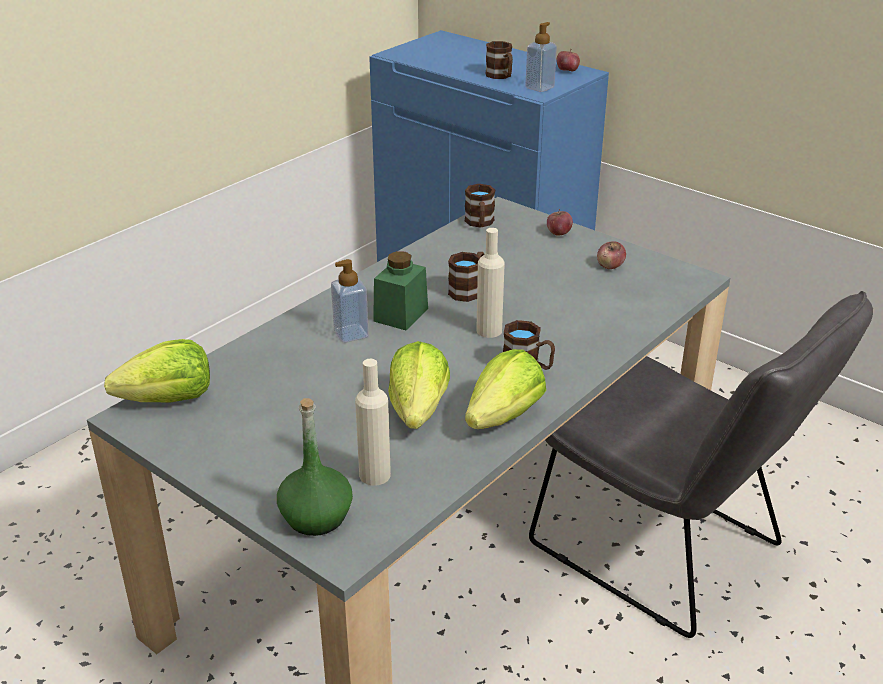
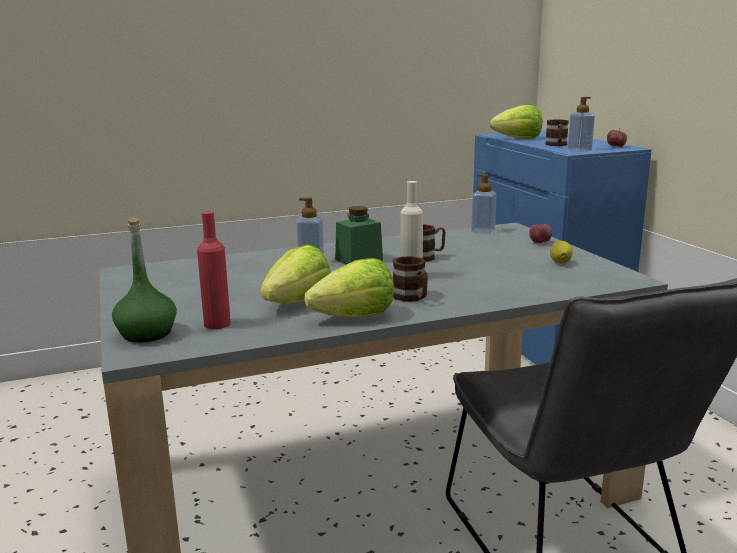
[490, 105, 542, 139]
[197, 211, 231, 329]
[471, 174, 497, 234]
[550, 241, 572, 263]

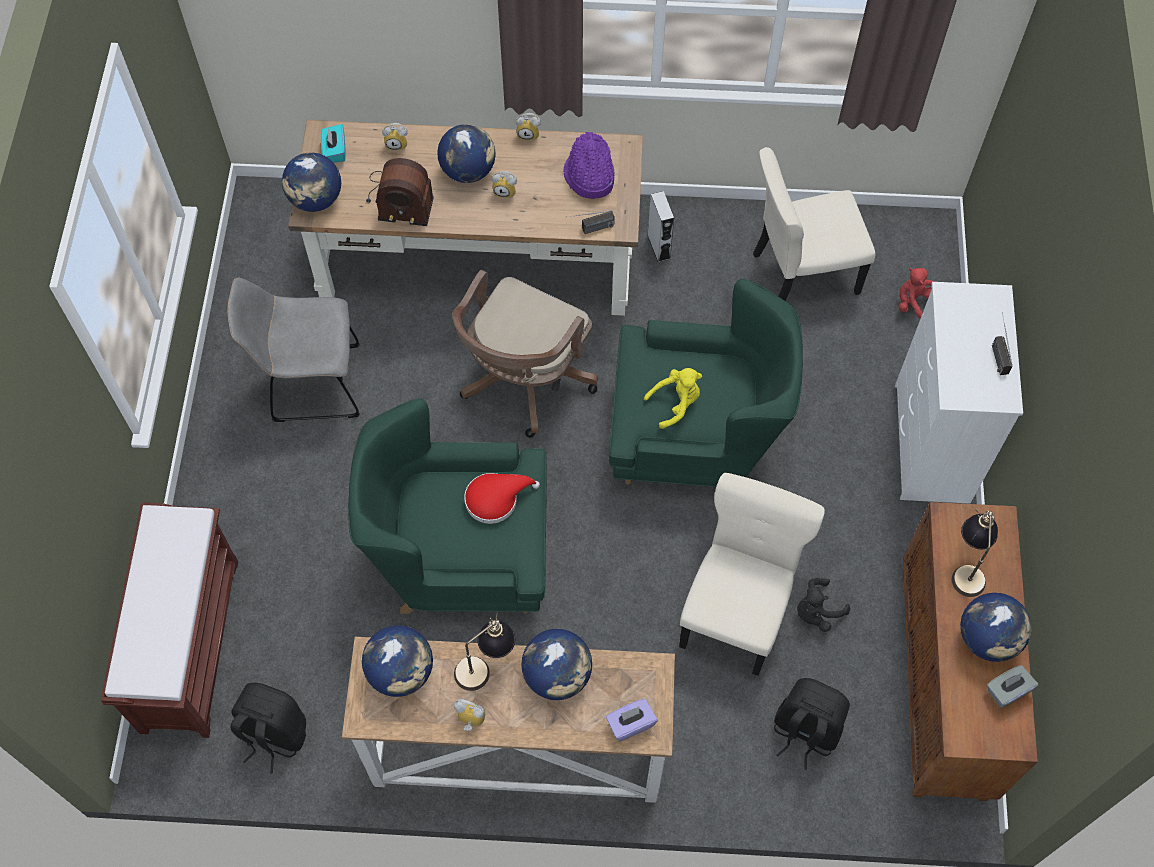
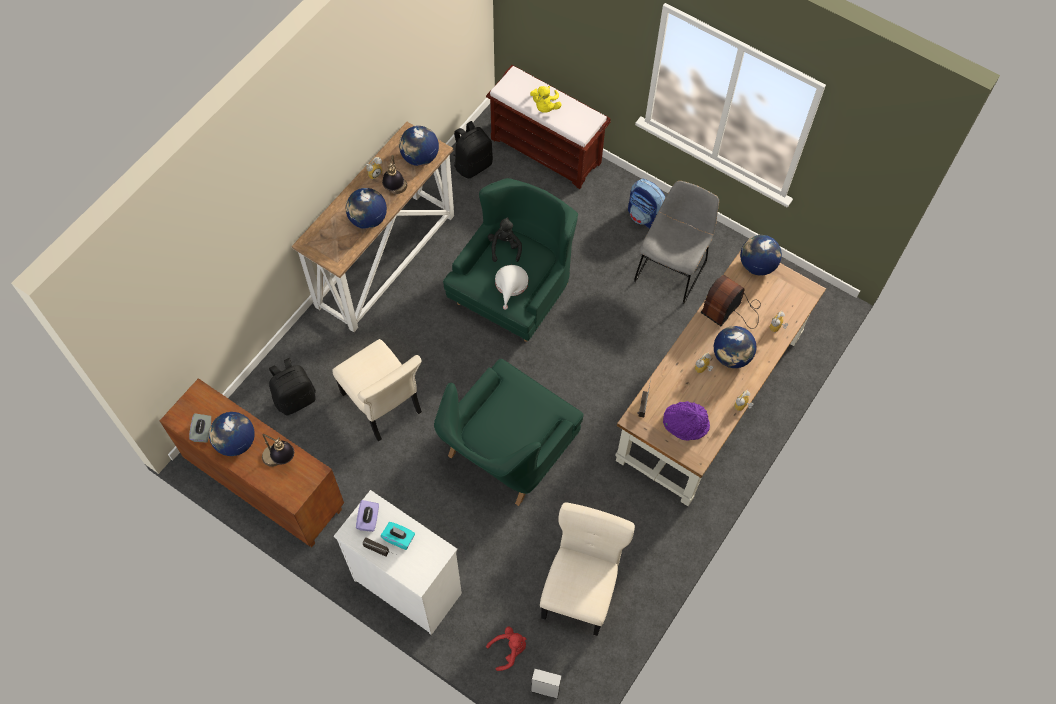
[381, 522, 415, 550]
[452, 270, 598, 438] (first image)
[495, 265, 528, 310]
[356, 500, 379, 532]
[530, 86, 561, 112]
[530, 669, 562, 699]
[488, 217, 522, 262]
[628, 179, 666, 229]

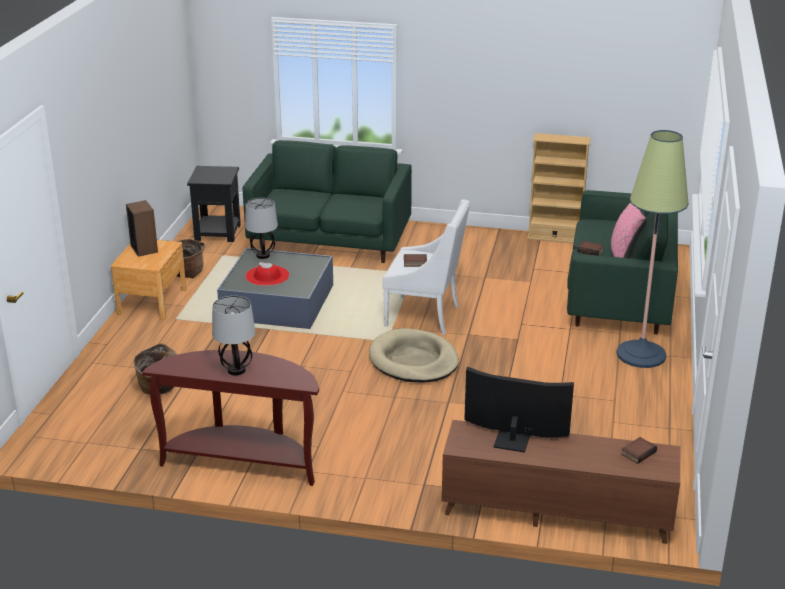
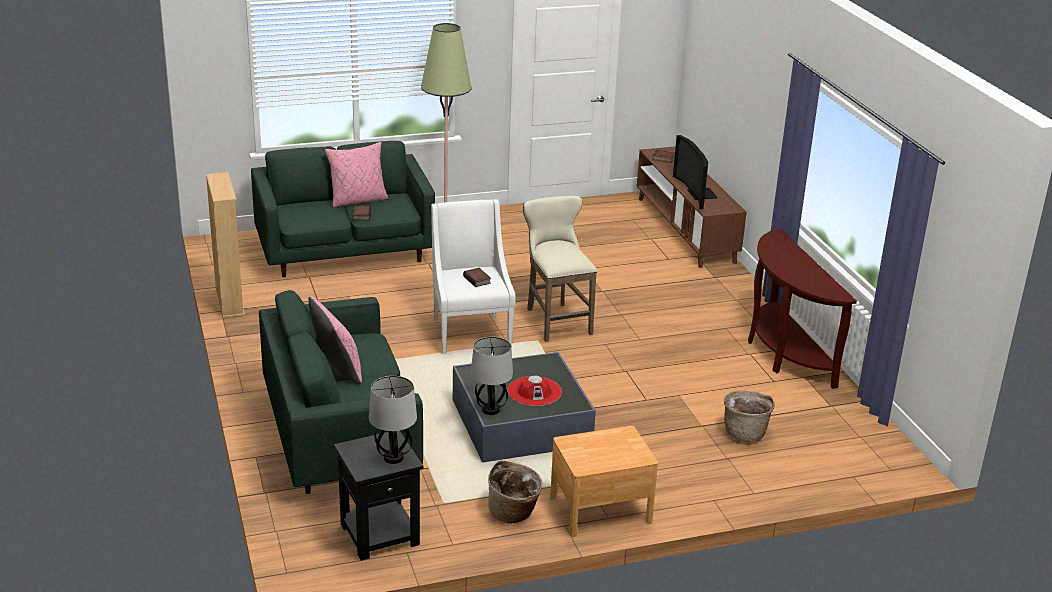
[126, 200, 158, 257] (first image)
[369, 376, 417, 464]
[523, 196, 597, 342]
[308, 296, 362, 384]

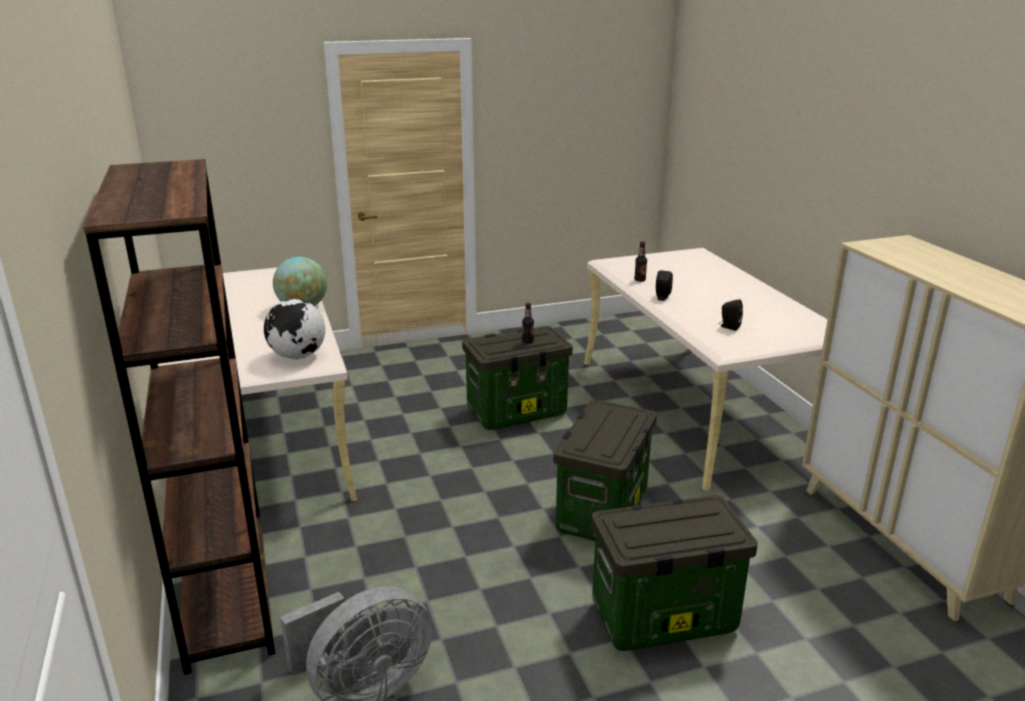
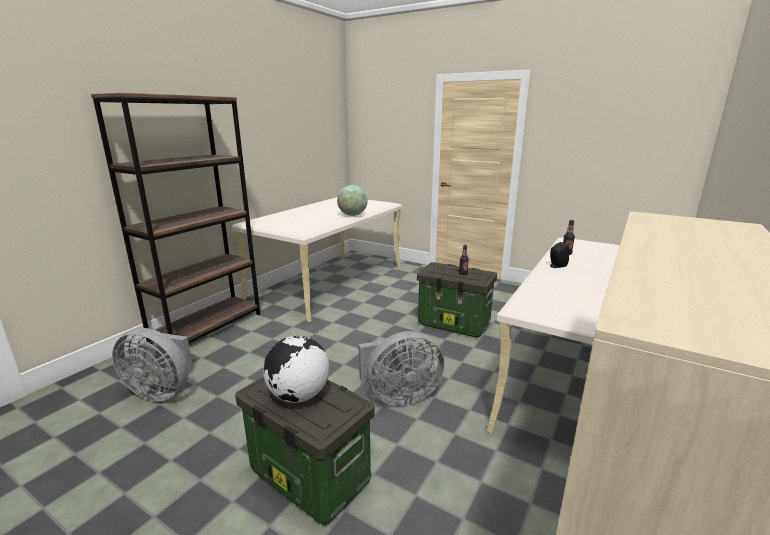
[263, 336, 329, 403]
[359, 331, 444, 406]
[719, 299, 743, 331] (first image)

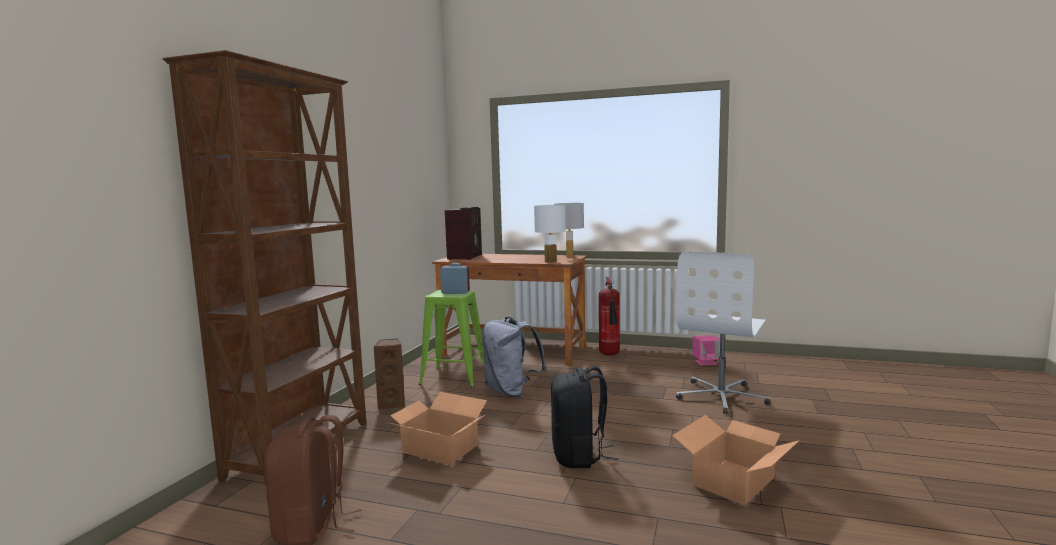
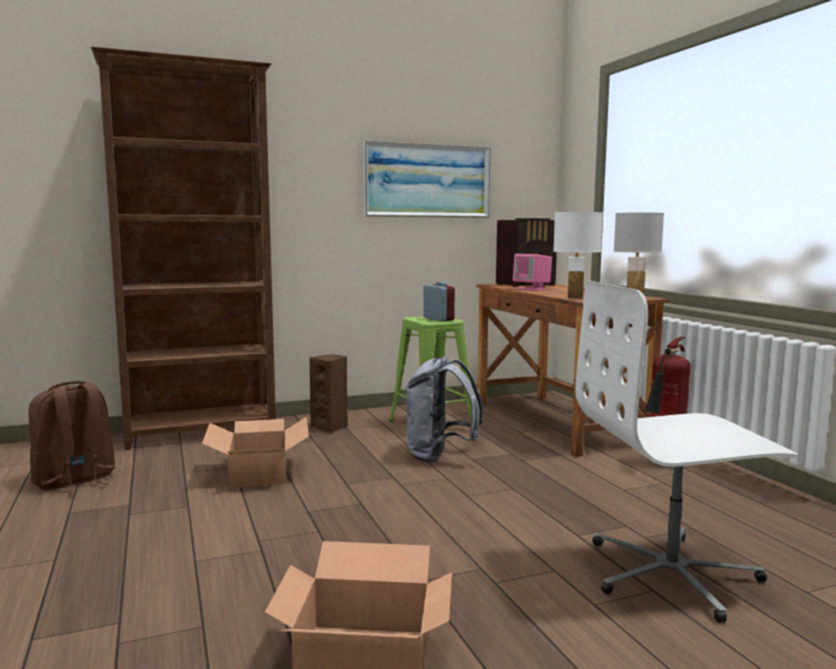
[551, 366, 618, 468] (first image)
[513, 254, 552, 291]
[363, 140, 491, 218]

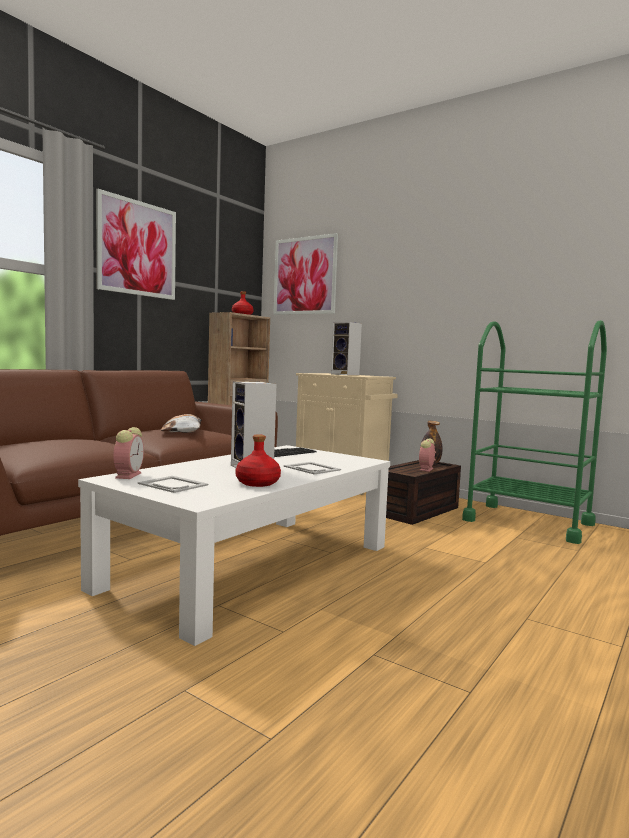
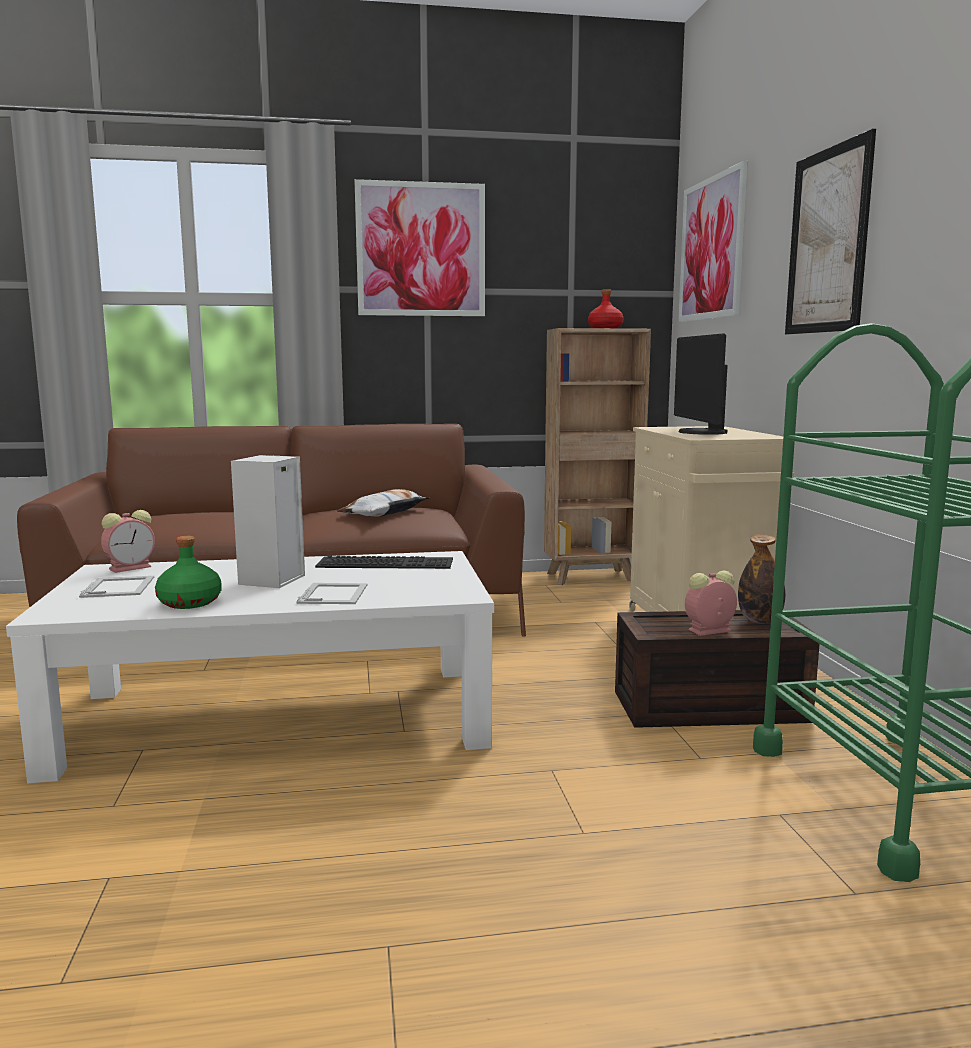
[155, 536, 221, 609]
[674, 333, 728, 435]
[785, 129, 876, 334]

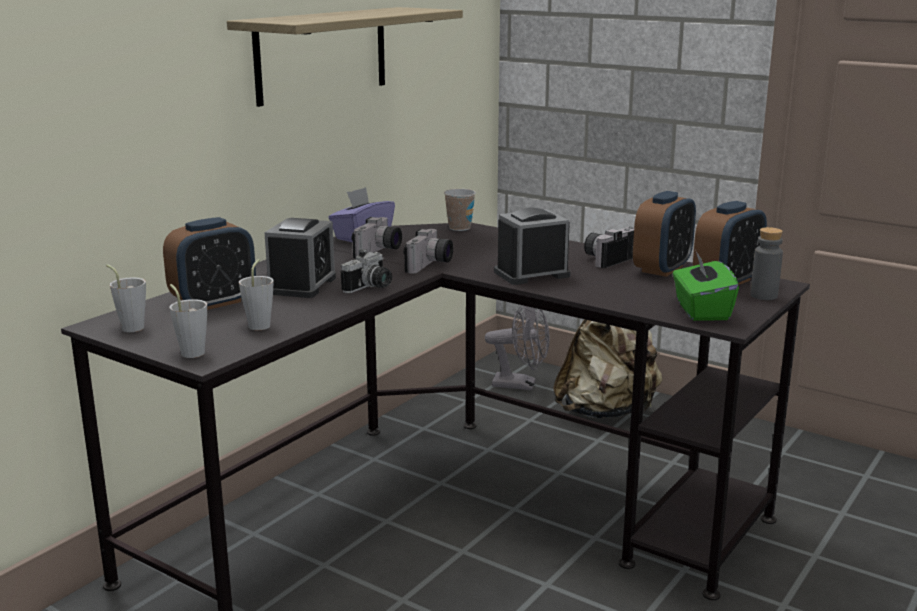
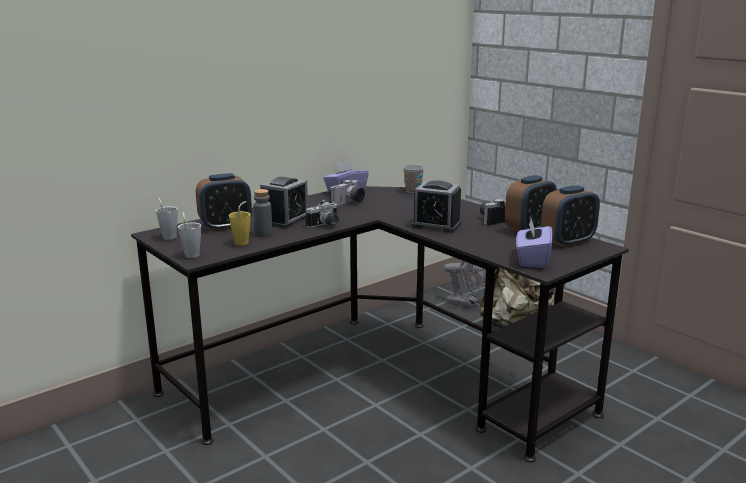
[227, 7, 463, 107] (first image)
[229, 201, 251, 246]
[403, 229, 453, 274] (first image)
[411, 181, 462, 233]
[516, 218, 553, 268]
[253, 189, 272, 237]

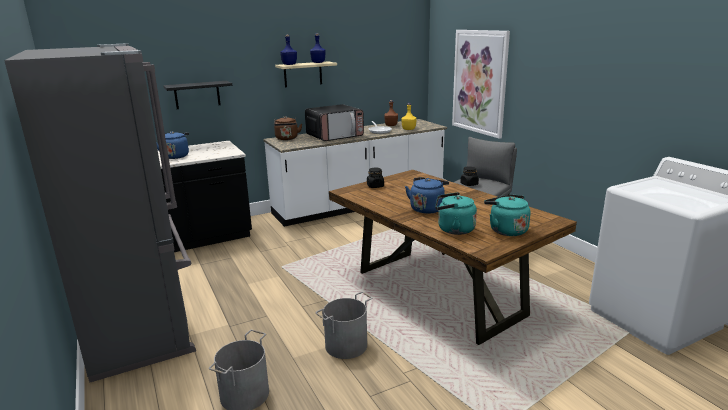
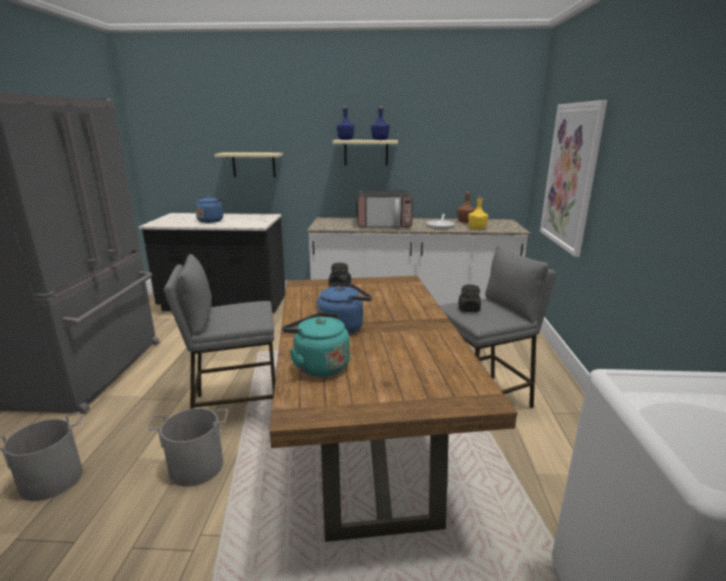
[215, 152, 283, 177]
[274, 116, 302, 140] (first image)
[484, 194, 531, 236] (first image)
[164, 254, 275, 409]

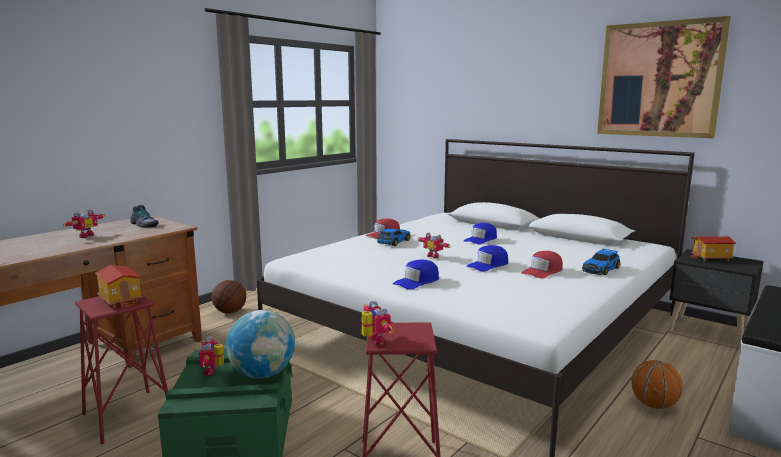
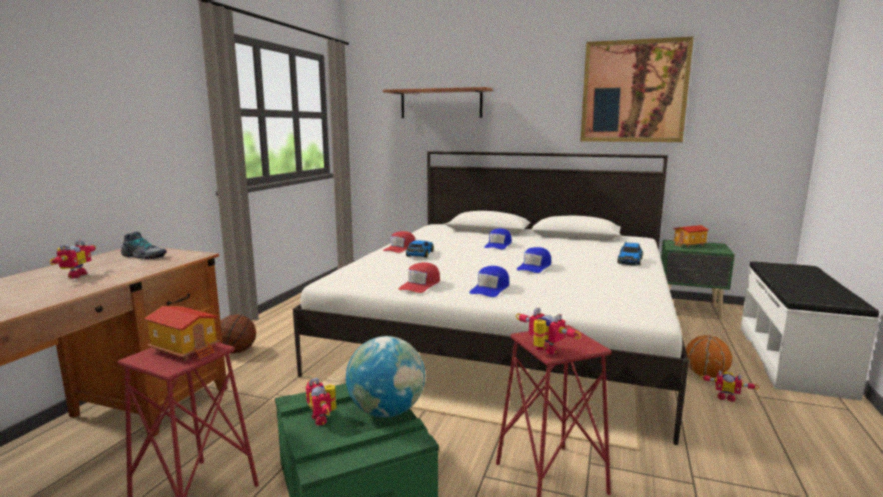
[699, 370, 759, 402]
[399, 262, 440, 293]
[661, 240, 735, 318]
[383, 87, 493, 118]

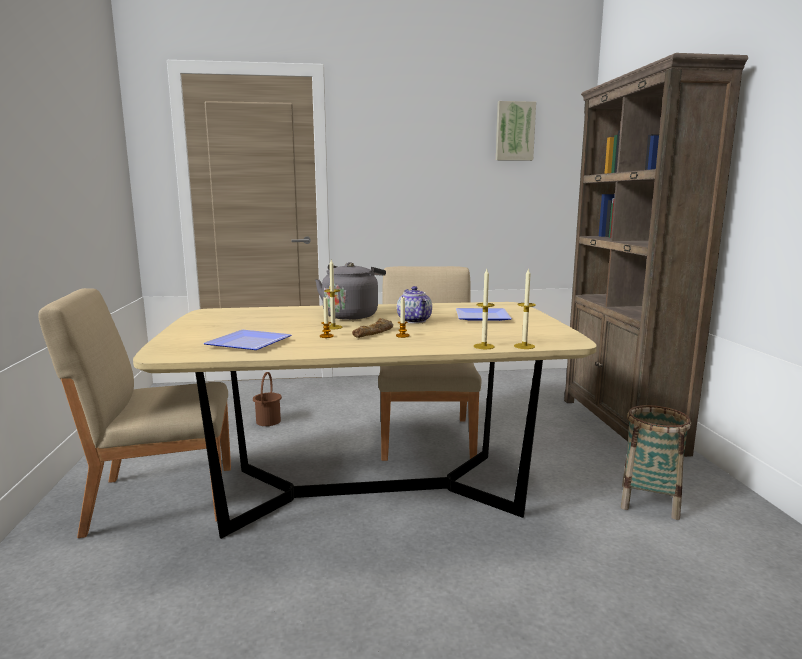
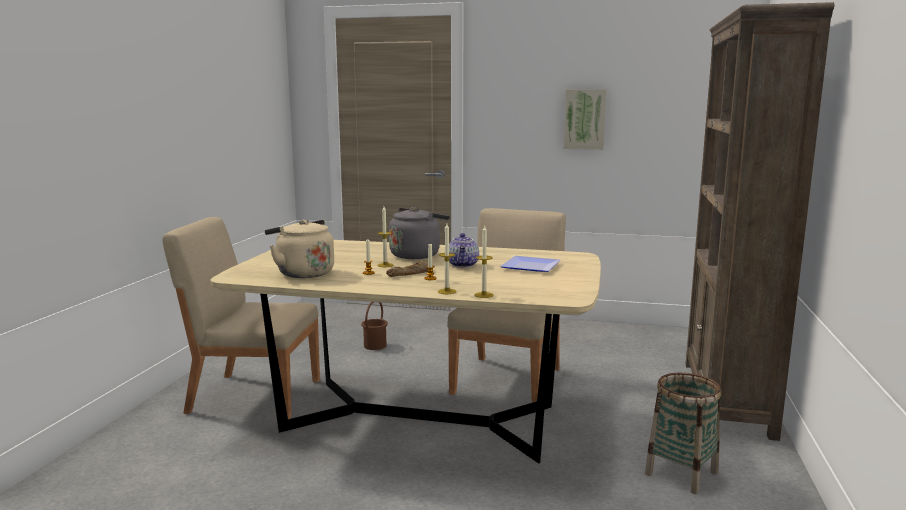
[265, 220, 334, 278]
[564, 89, 607, 150]
[438, 224, 456, 294]

